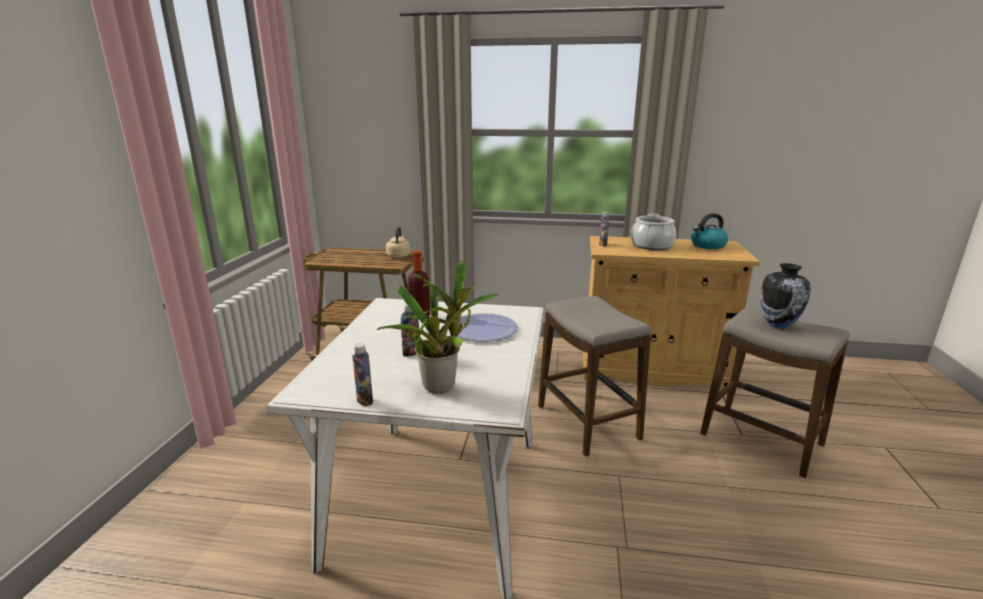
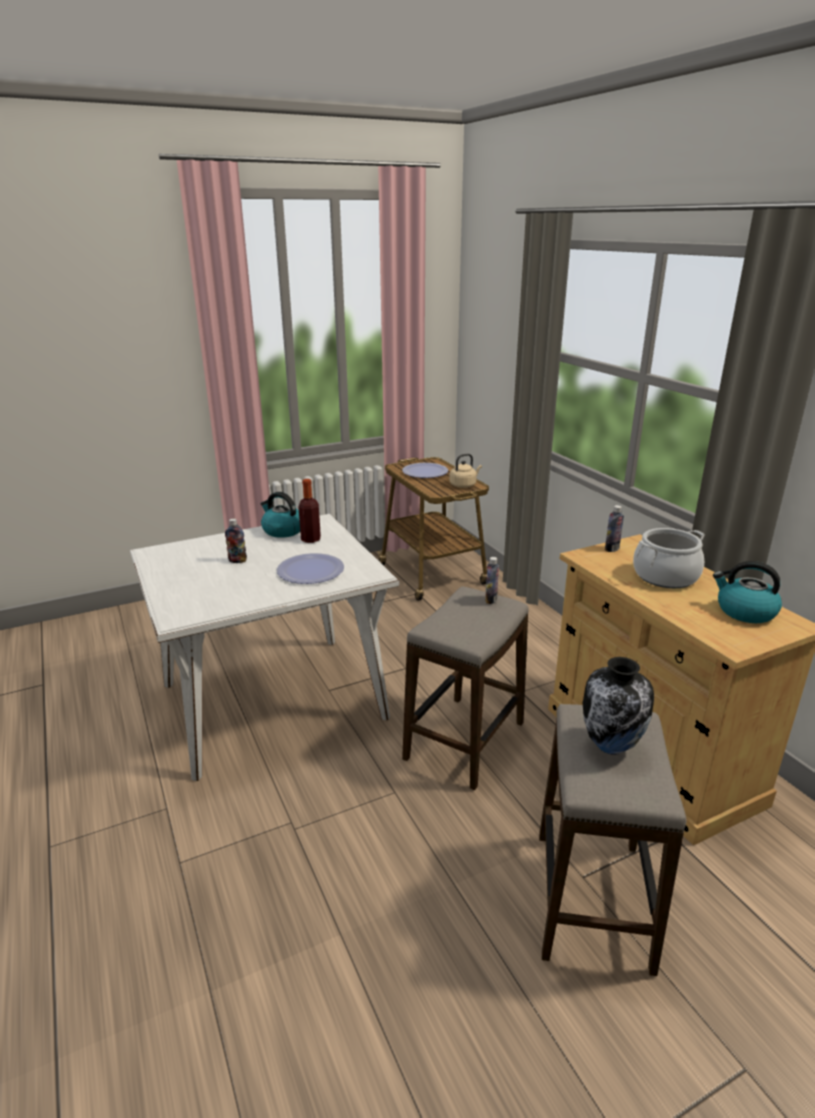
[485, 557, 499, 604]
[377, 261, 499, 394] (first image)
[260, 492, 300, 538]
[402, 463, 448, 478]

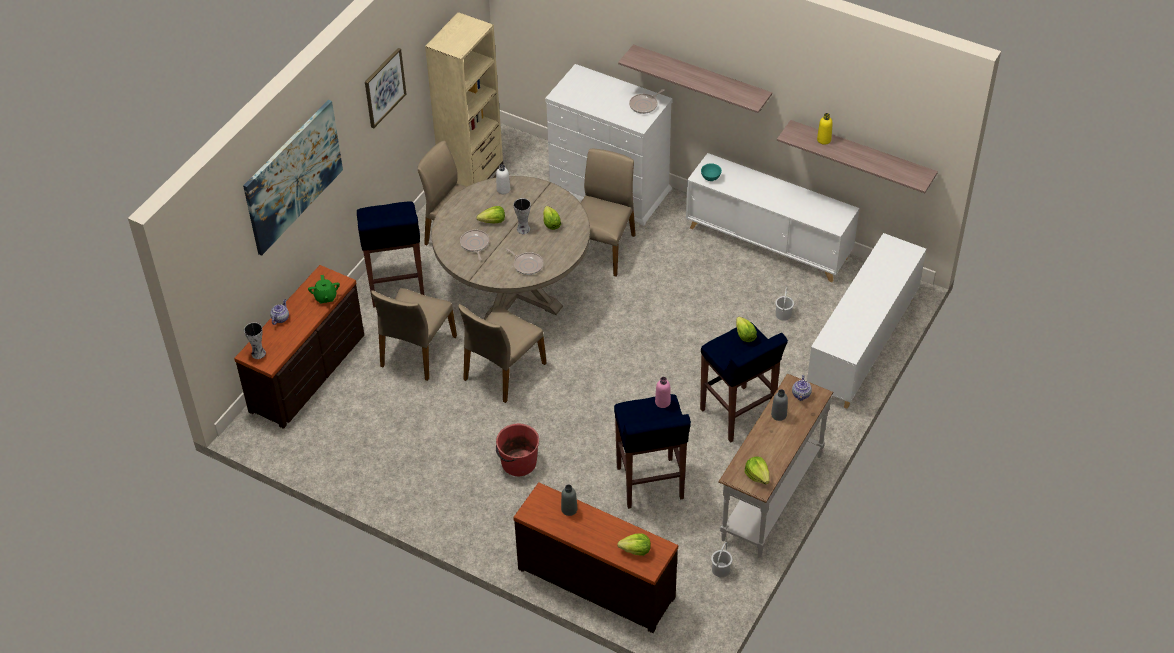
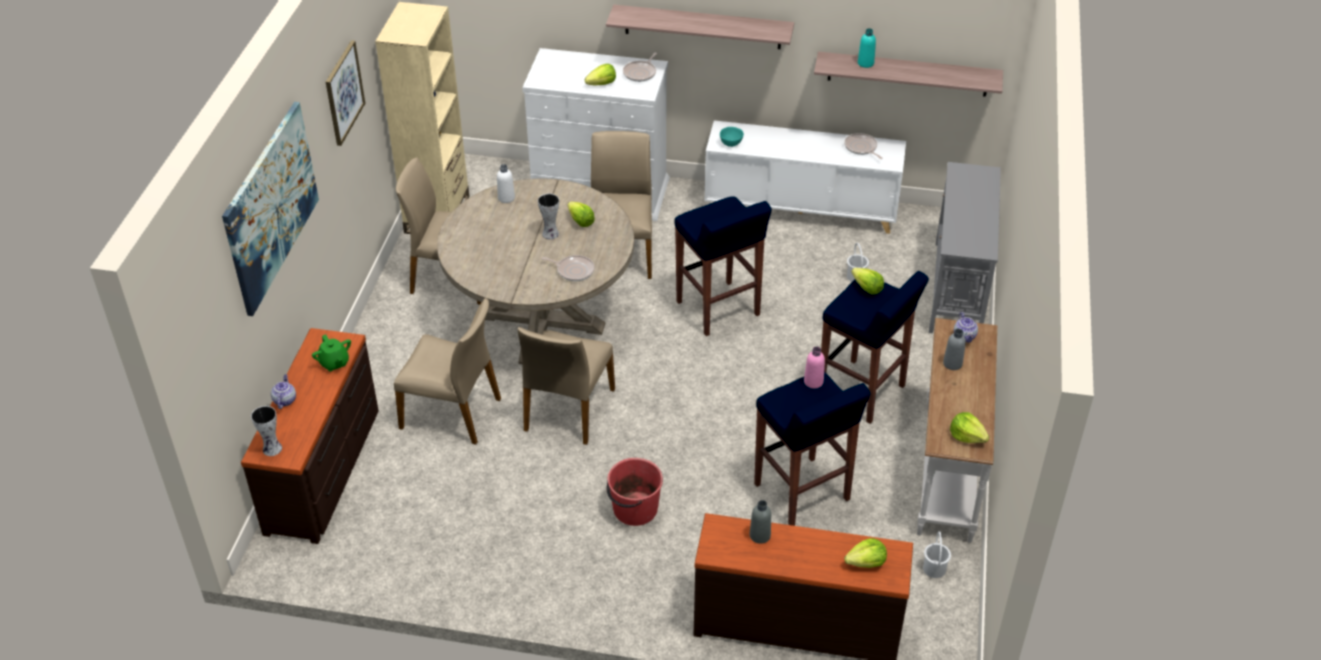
[674, 196, 772, 336]
[394, 298, 501, 445]
[844, 133, 883, 159]
[585, 64, 616, 86]
[929, 162, 1001, 333]
[858, 28, 876, 68]

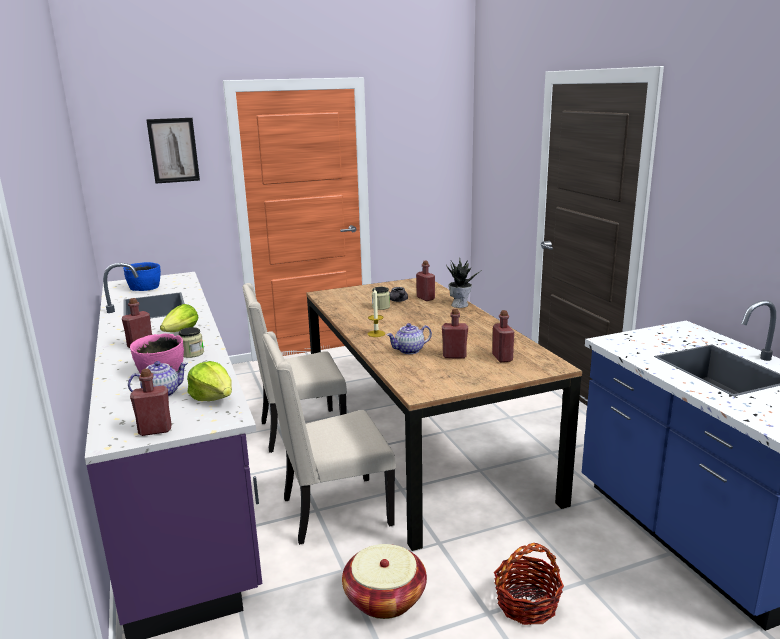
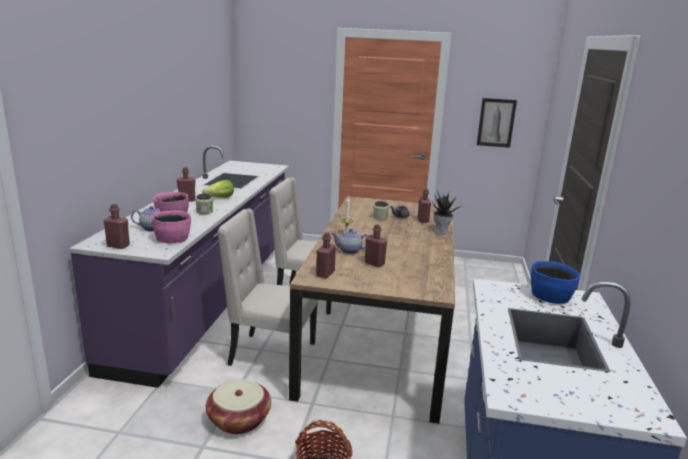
[531, 261, 580, 304]
[477, 98, 517, 148]
[152, 211, 191, 243]
[316, 232, 336, 278]

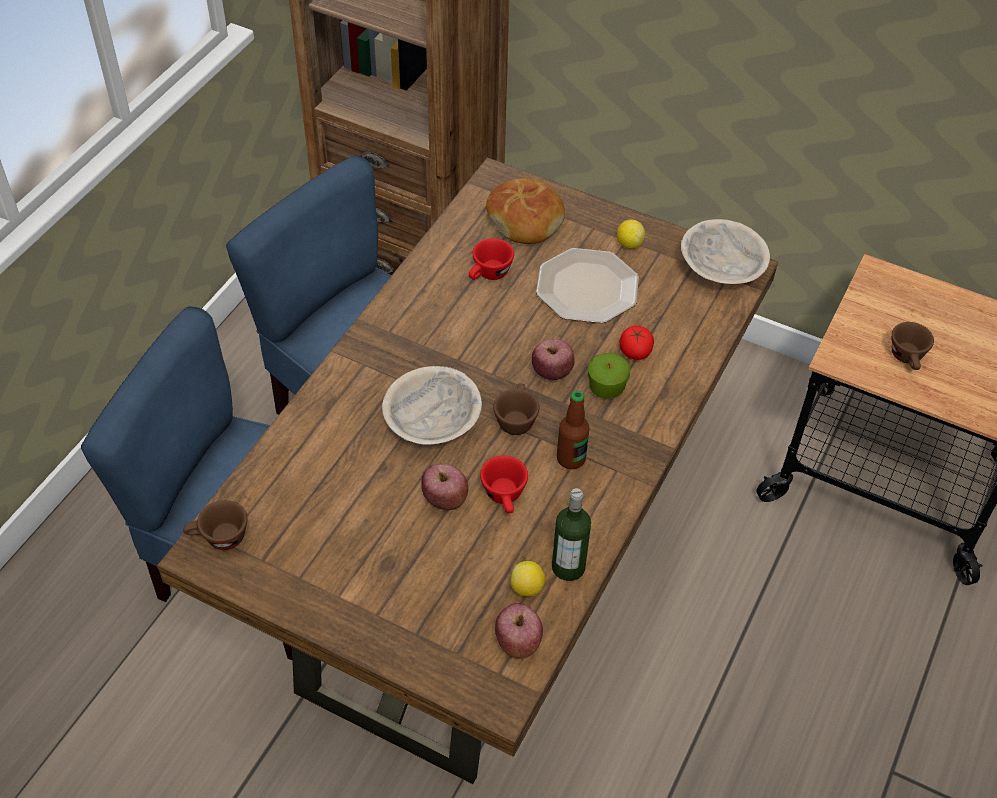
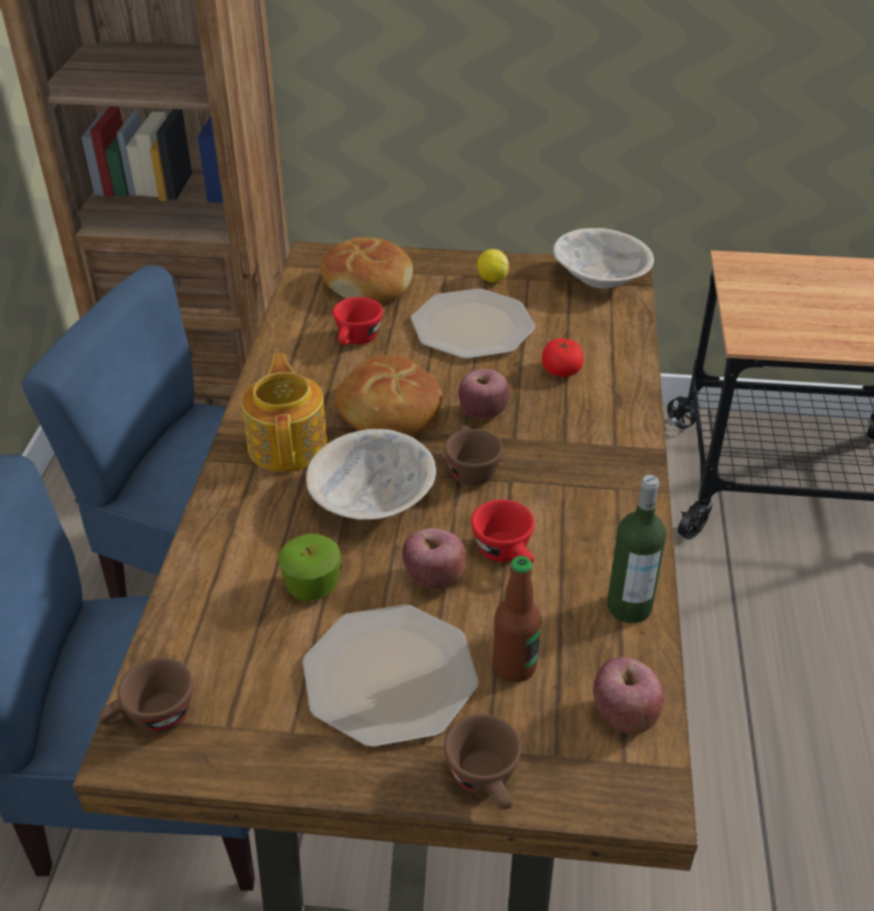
[511, 561, 546, 597] (first image)
[493, 556, 541, 682]
[278, 534, 341, 601]
[444, 714, 521, 810]
[242, 353, 328, 472]
[302, 604, 479, 747]
[335, 355, 443, 436]

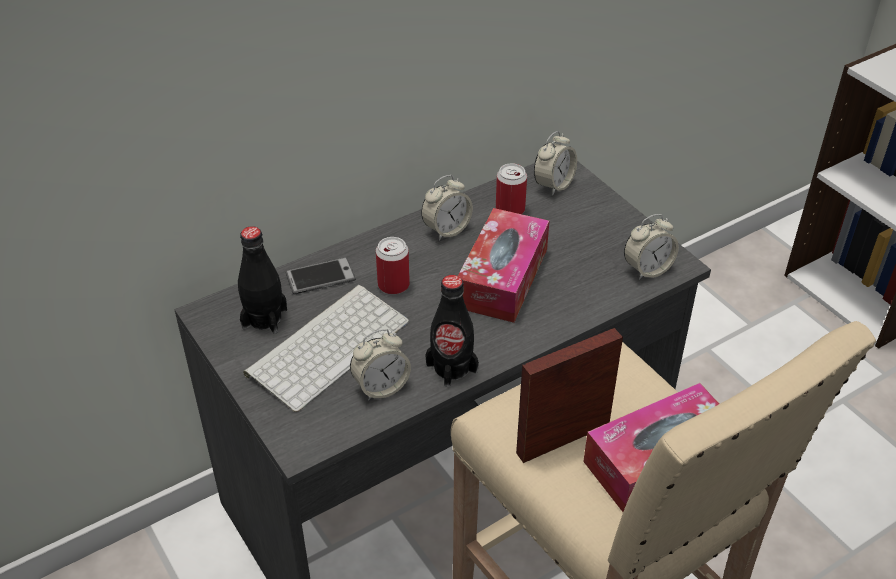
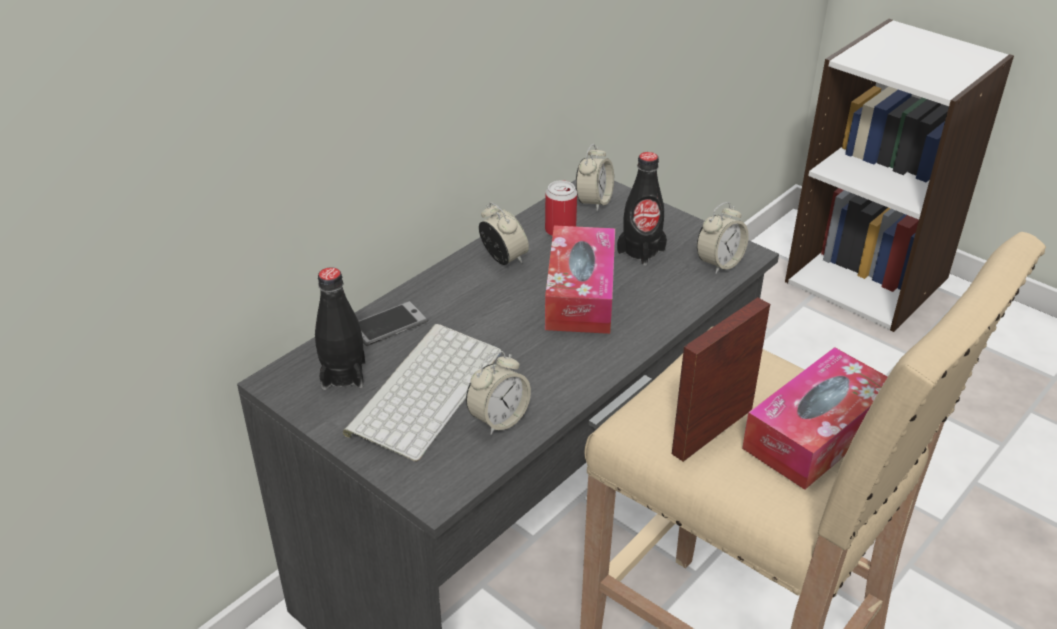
[376, 237, 410, 295] (first image)
[479, 202, 529, 265]
[617, 152, 667, 266]

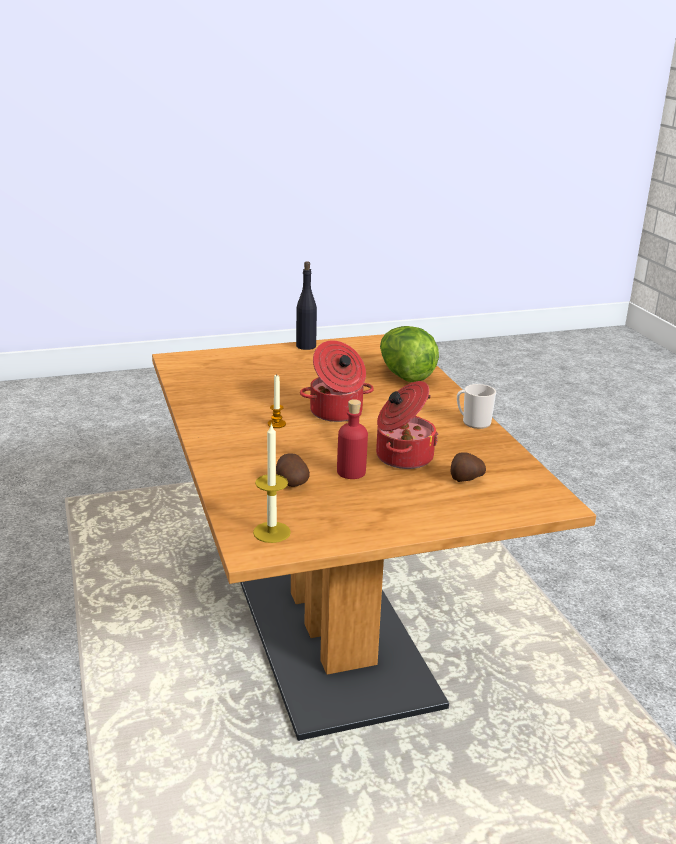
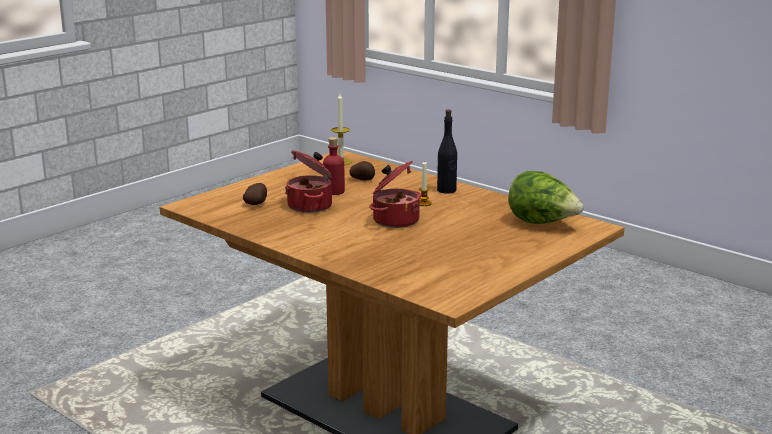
[437, 109, 457, 194]
[508, 171, 584, 224]
[457, 384, 496, 429] (first image)

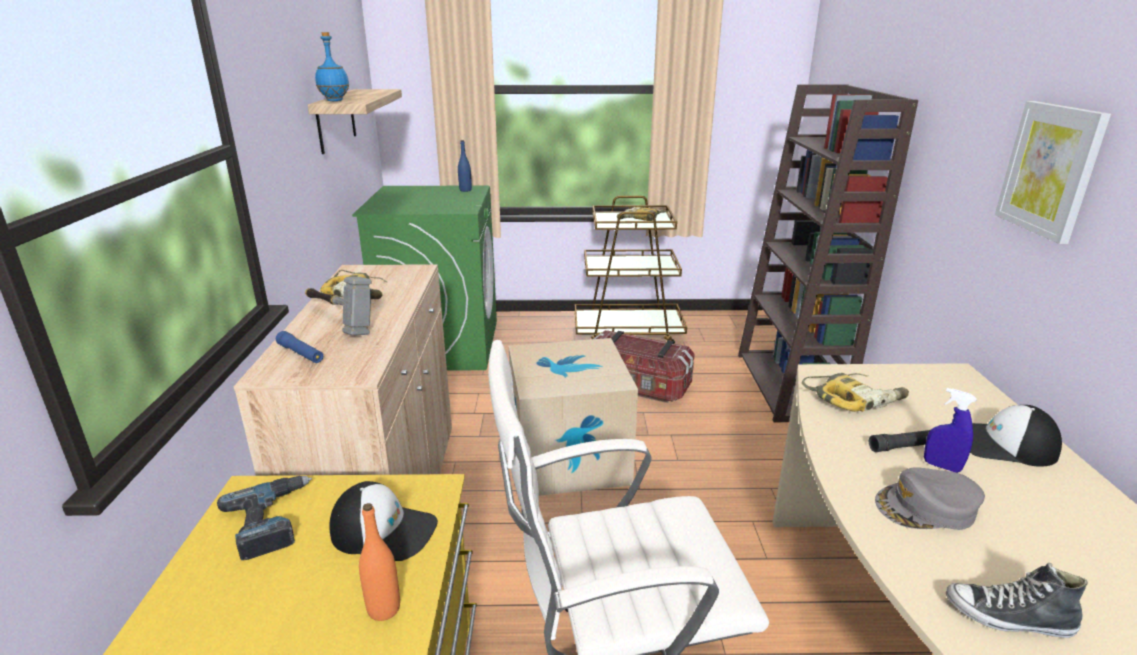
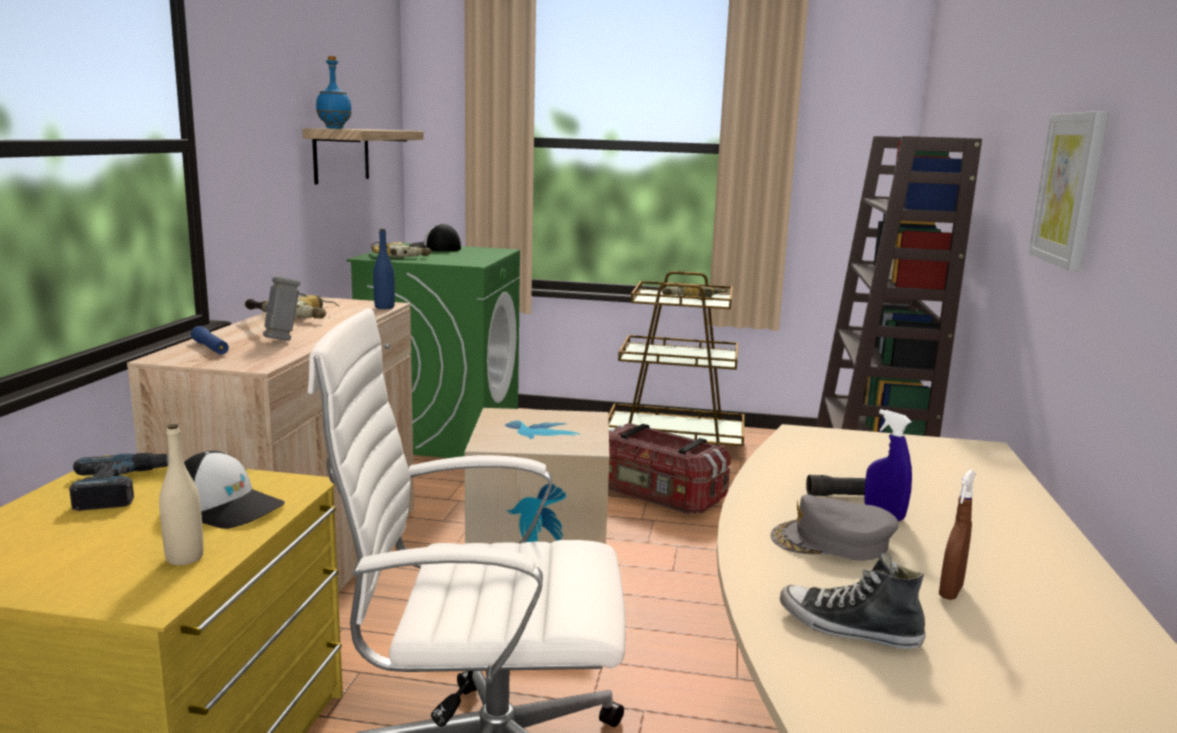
[159, 424, 204, 565]
[373, 229, 395, 309]
[371, 242, 432, 258]
[409, 223, 461, 252]
[939, 469, 975, 600]

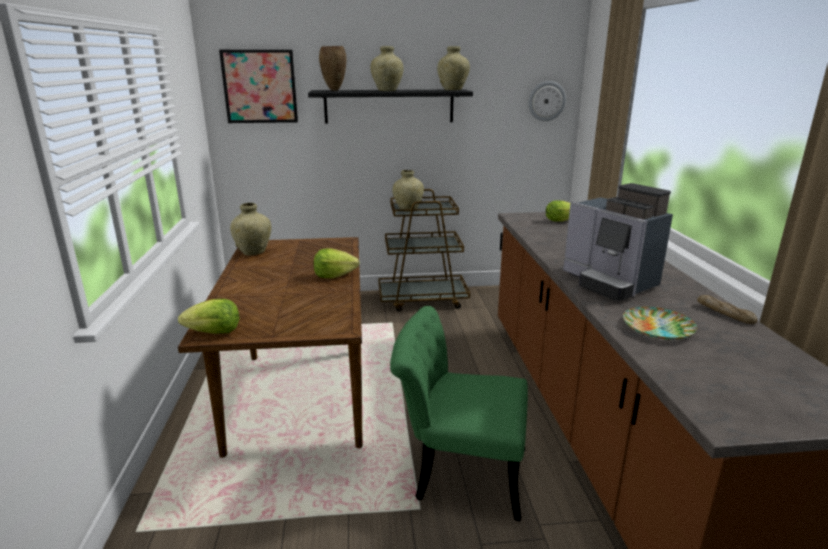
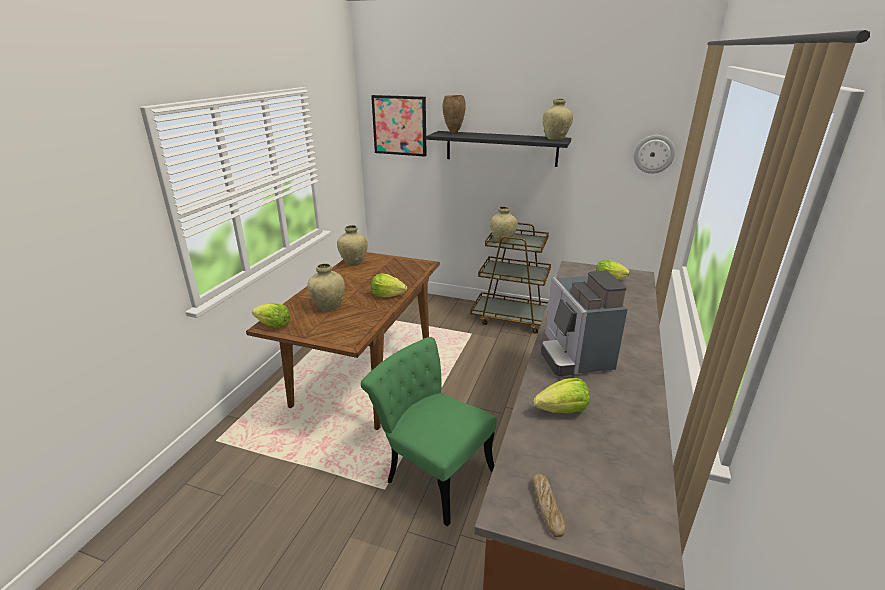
[307, 263, 345, 311]
[534, 378, 590, 413]
[532, 474, 566, 537]

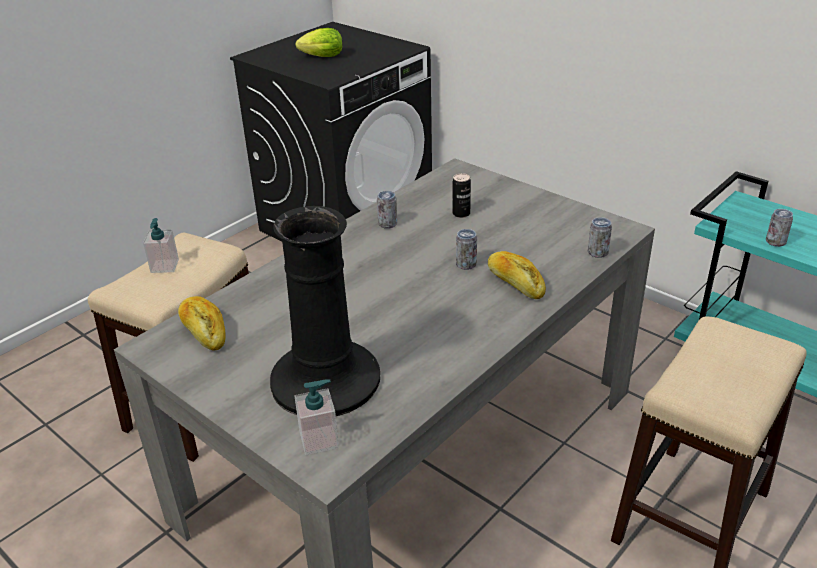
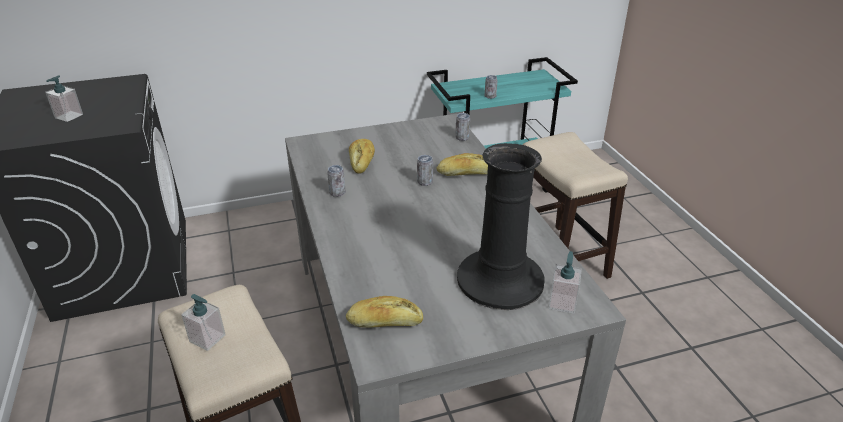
[45, 75, 83, 122]
[349, 139, 375, 174]

